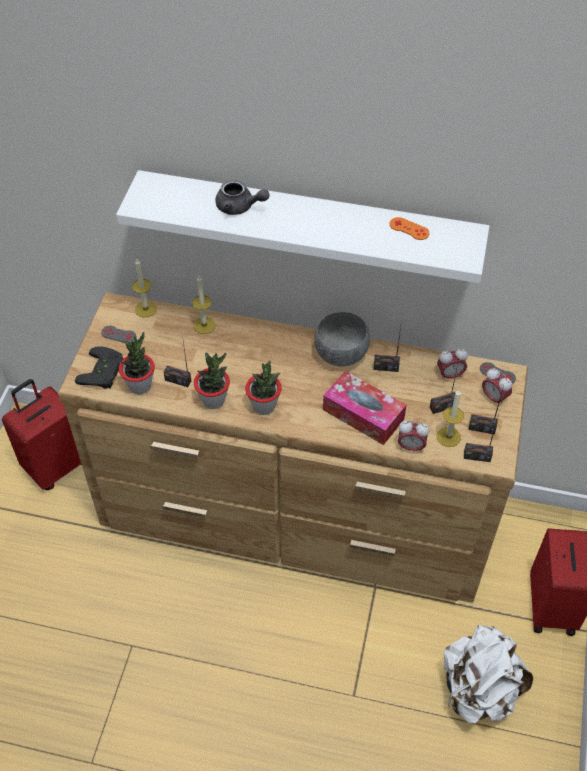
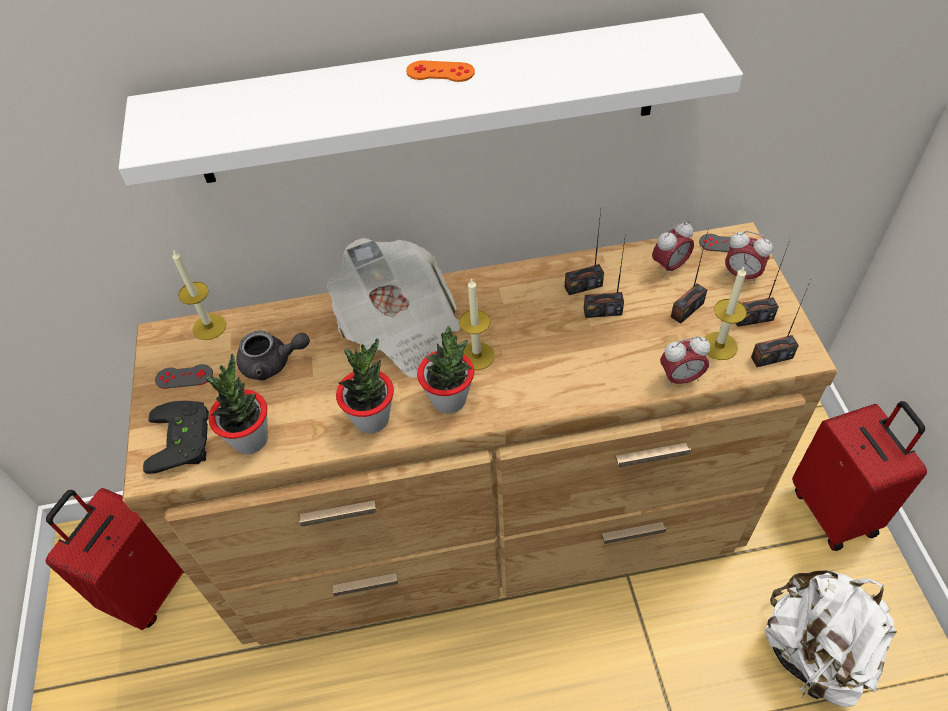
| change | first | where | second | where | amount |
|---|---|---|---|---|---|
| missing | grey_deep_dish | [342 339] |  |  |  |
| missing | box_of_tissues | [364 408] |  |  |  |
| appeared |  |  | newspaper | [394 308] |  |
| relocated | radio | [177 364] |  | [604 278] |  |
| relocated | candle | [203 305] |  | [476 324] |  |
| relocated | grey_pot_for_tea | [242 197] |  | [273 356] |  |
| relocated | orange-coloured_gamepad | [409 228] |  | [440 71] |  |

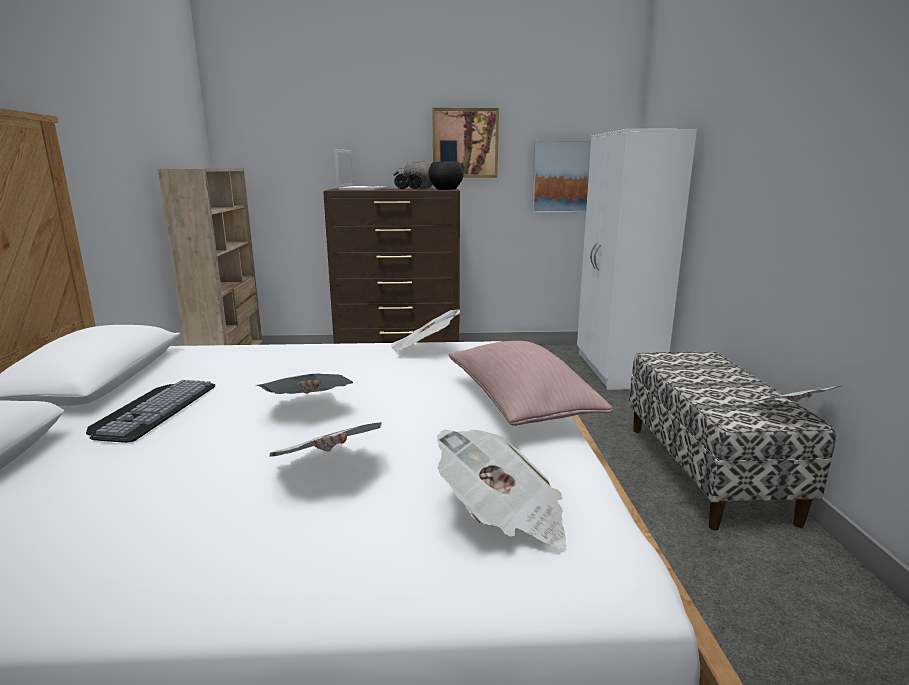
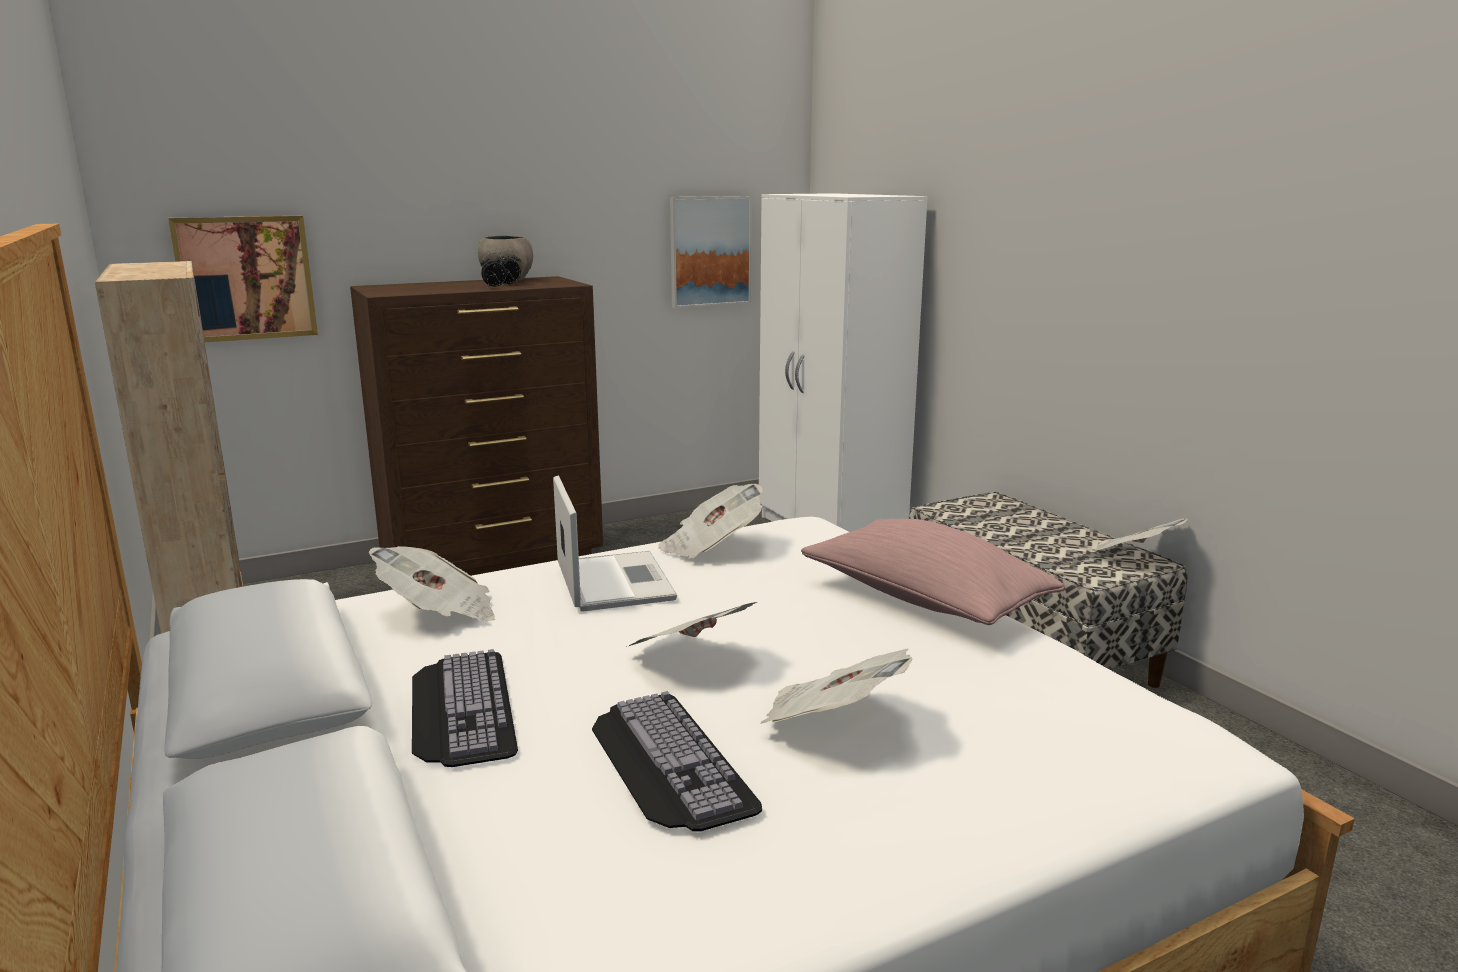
| change | first | where | second | where | amount |
|---|---|---|---|---|---|
| missing | blackish_deep_dish | [446 175] |  |  |  |
| appeared |  |  | keyboard | [677 761] |  |
| relocated | laptop | [360 169] |  | [615 544] |  |
| relocated | wall_art | [465 143] |  | [243 279] |  |
| relocated | newspaper | [501 489] |  | [432 583] |  |

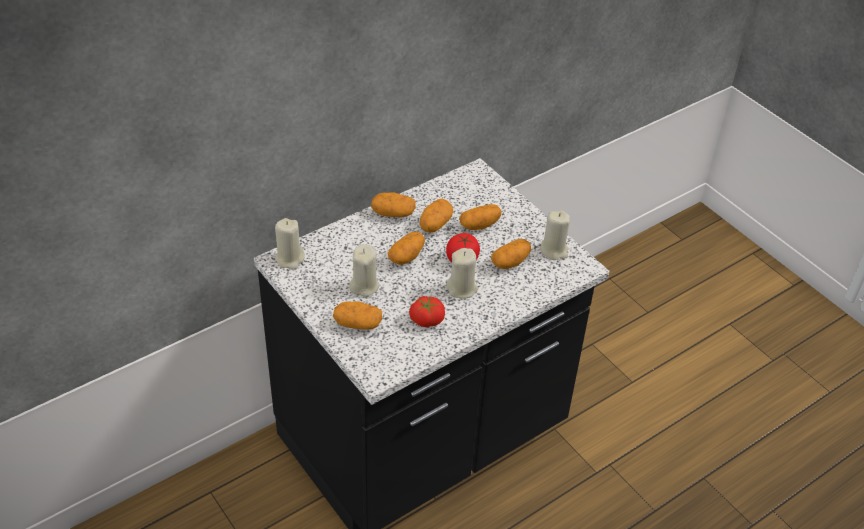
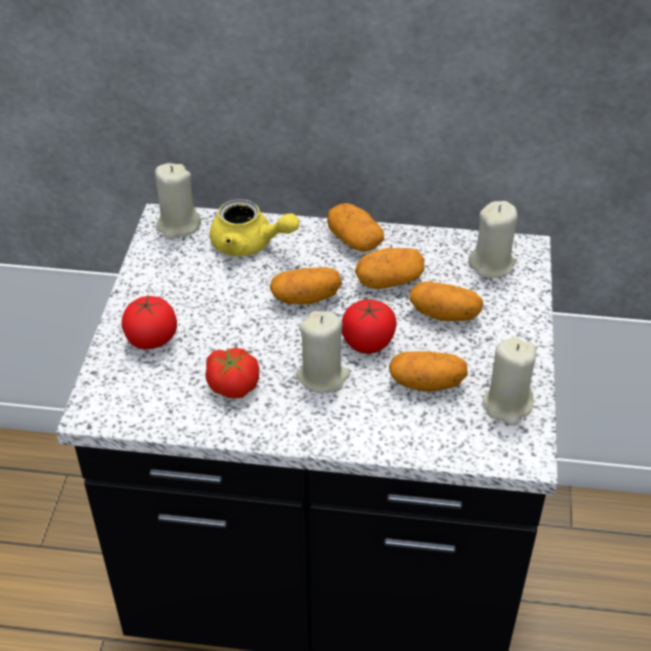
| change | first | where | second | where | amount |
|---|---|---|---|---|---|
| appeared |  |  | yellowish_pot_for_tea | [254 227] |  |
| relocated | beige-coloured_candle | [364 270] |  | [493 239] |  |
| exchanged | spud | [357 315] | whole_tomato | [149 322] |  |

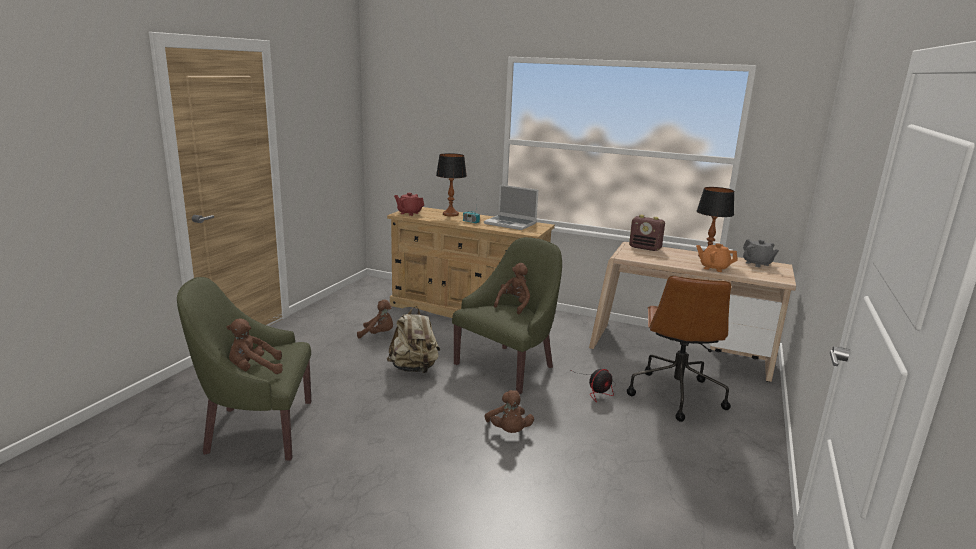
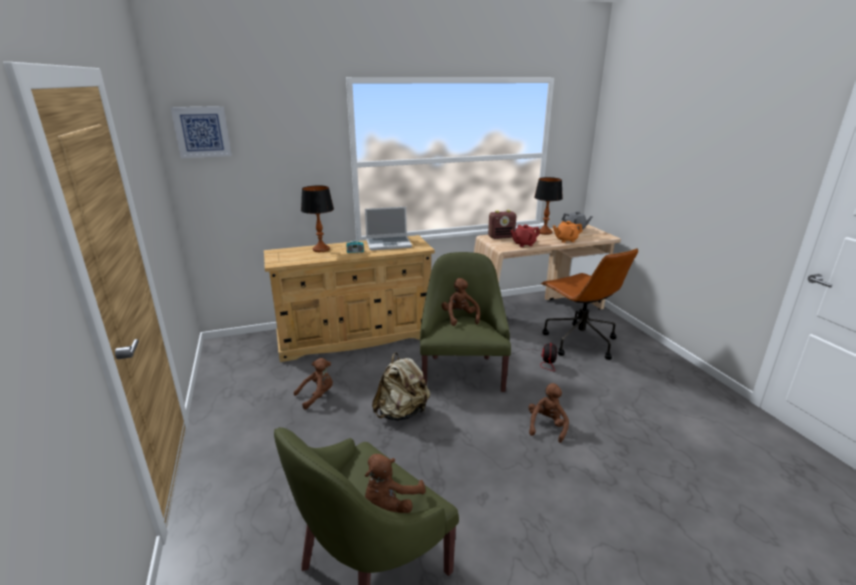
| change | first | where | second | where | amount |
|---|---|---|---|---|---|
| appeared |  |  | wall_art | [201 132] |  |
| relocated | reddish_pot_for_tea | [409 204] |  | [525 236] |  |
| spun | brownish_plush_toy | [509 411] |  | [548 413] | 105 degrees counterclockwise |

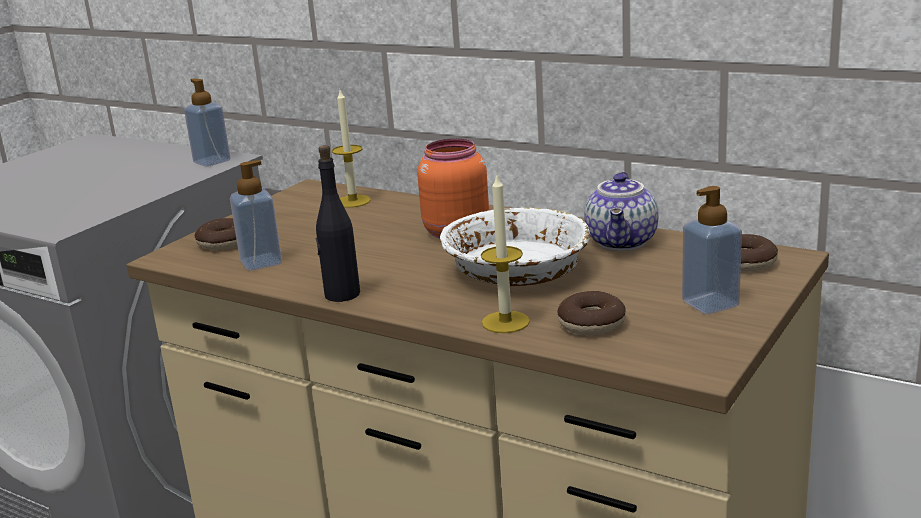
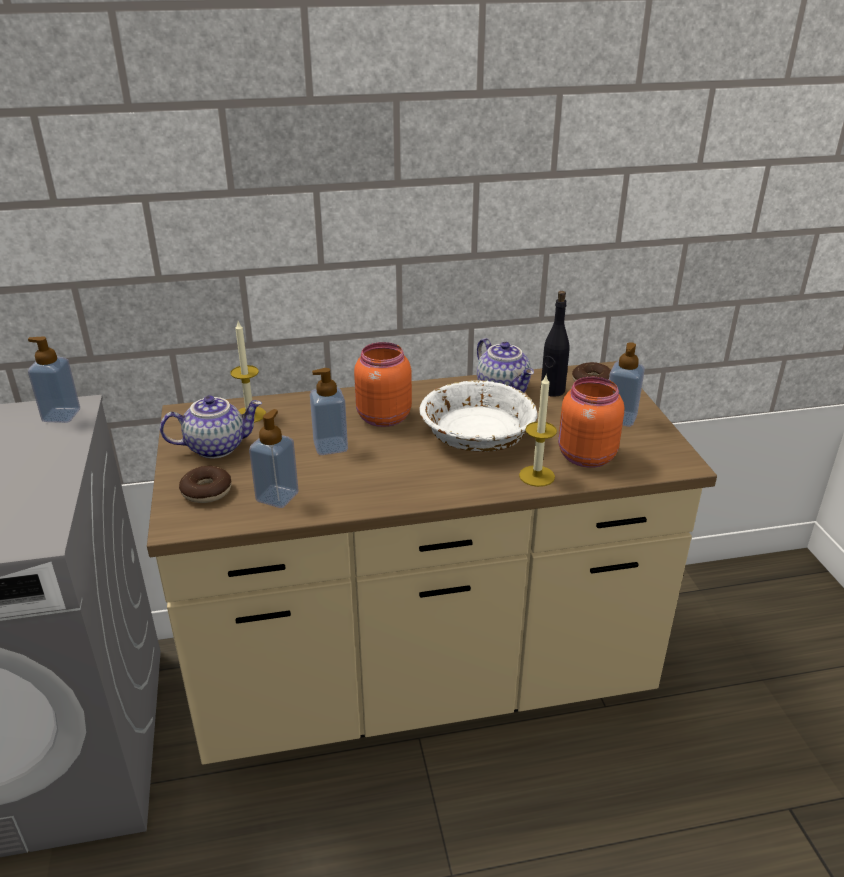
| change | first | where | second | where | amount |
|---|---|---|---|---|---|
| appeared |  |  | pot_for_tea | [211 427] |  |
| appeared |  |  | soap_bottle | [329 411] |  |
| relocated | blackish_bottle | [337 223] |  | [555 344] |  |
| exchanged | ring_doughnut | [591 313] | orange-coloured_jar | [591 422] |  |

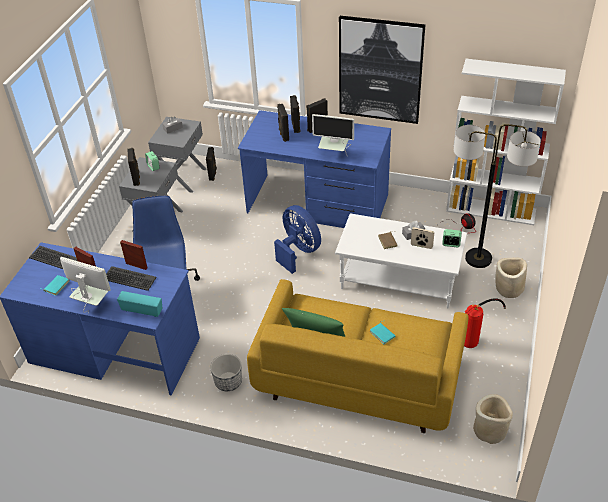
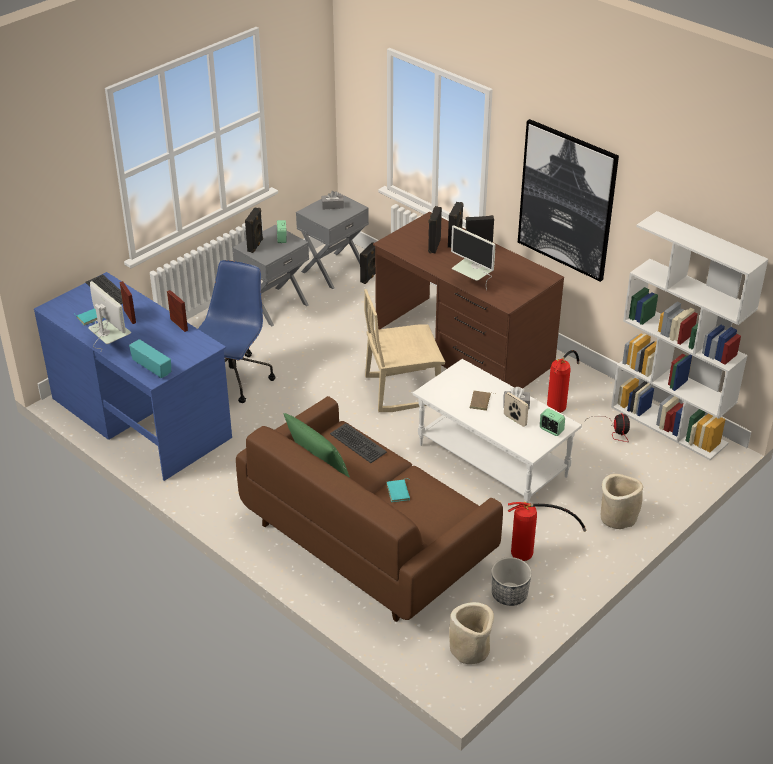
| change | first | where | second | where | amount |
|---|---|---|---|---|---|
| missing | standard_lamp | [497 196] |  |  |  |
| appeared |  |  | extinguisher | [563 381] |  |
| relocated | keyboard | [131 278] |  | [358 443] |  |
| relocated | plant_pot | [226 372] |  | [511 581] |  |
| exchanged | bluish_electric_fan | [297 239] | beige-coloured_plain_chair | [404 350] |  |
| colour | bluish_desk_table | [314 169] | brownish_desk_table | [468 300] |  |
| colour | yellowish_settee | [358 356] | brownish_settee | [369 509] |  |

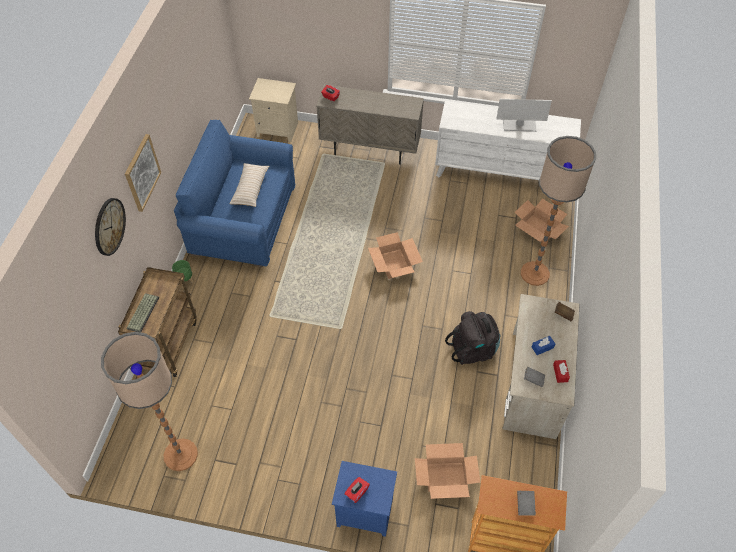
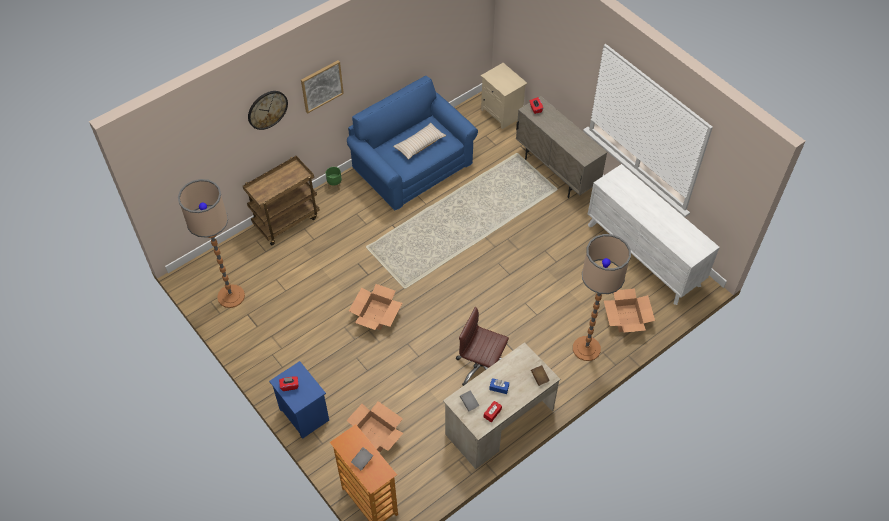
| change | first | where | second | where | amount |
|---|---|---|---|---|---|
| missing | keyboard | [142 313] |  |  |  |
| missing | monitor | [524 115] |  |  |  |
| relocated | packing_box | [395 255] |  | [375 307] |  |
| exchanged | blackish_rucksack | [472 338] | brownish_computer_chair | [482 346] |  |

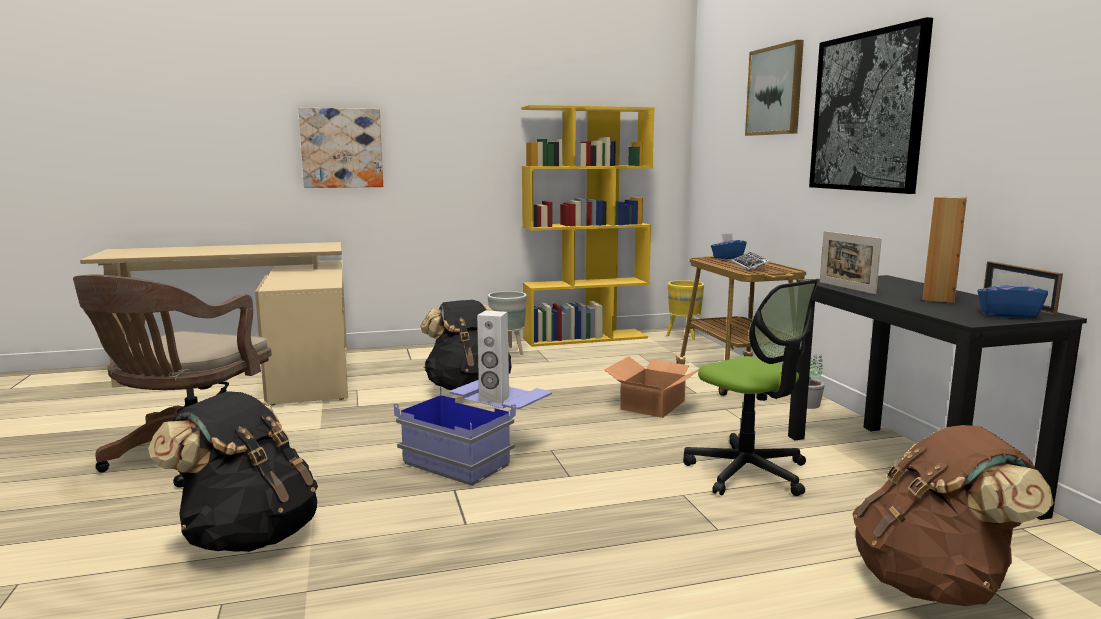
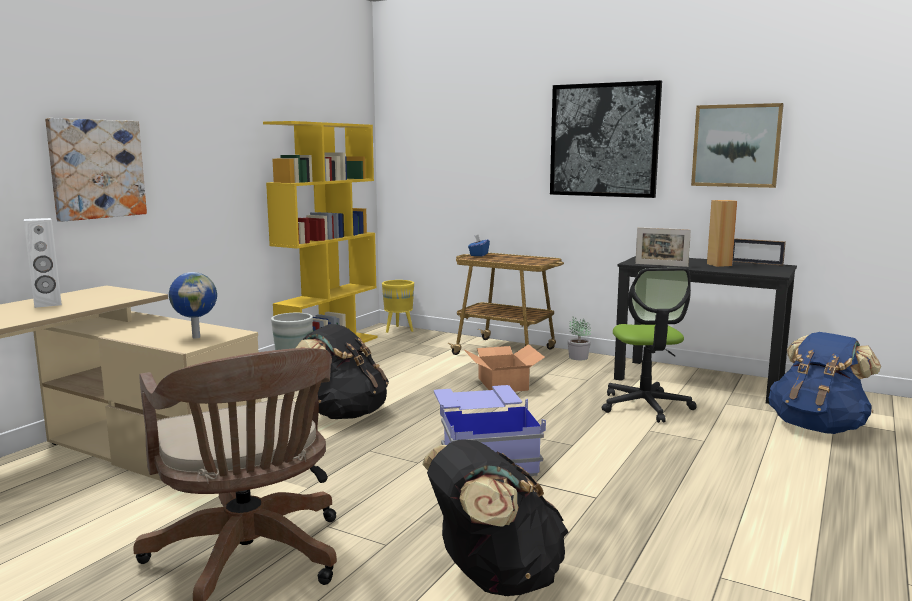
| change | first | where | second | where | amount |
|---|---|---|---|---|---|
| missing | keyboard | [751 261] |  |  |  |
| missing | bluish_box_of_tissues | [1012 295] |  |  |  |
| appeared |  |  | globe | [193 305] |  |
| relocated | white_audio_speaker | [493 357] |  | [43 263] |  |
| relocated | wall_art | [774 88] |  | [737 145] |  |
| colour | brownish_rucksack | [953 515] | bluish_rucksack | [825 383] |  |
| spun | computer_chair | [750 387] |  | [649 345] | 75 degrees clockwise |

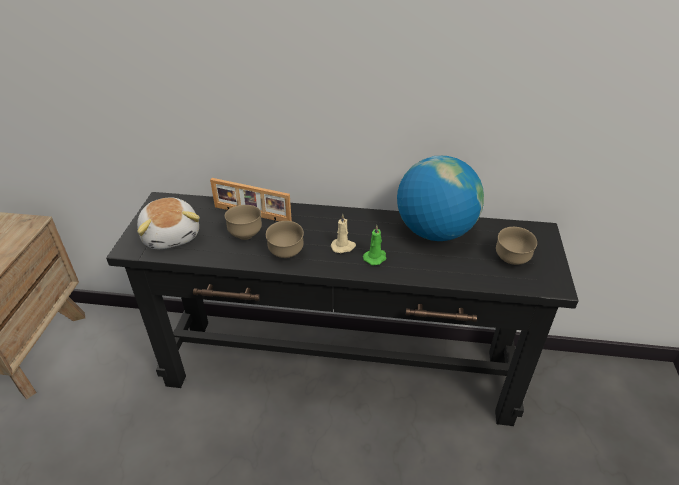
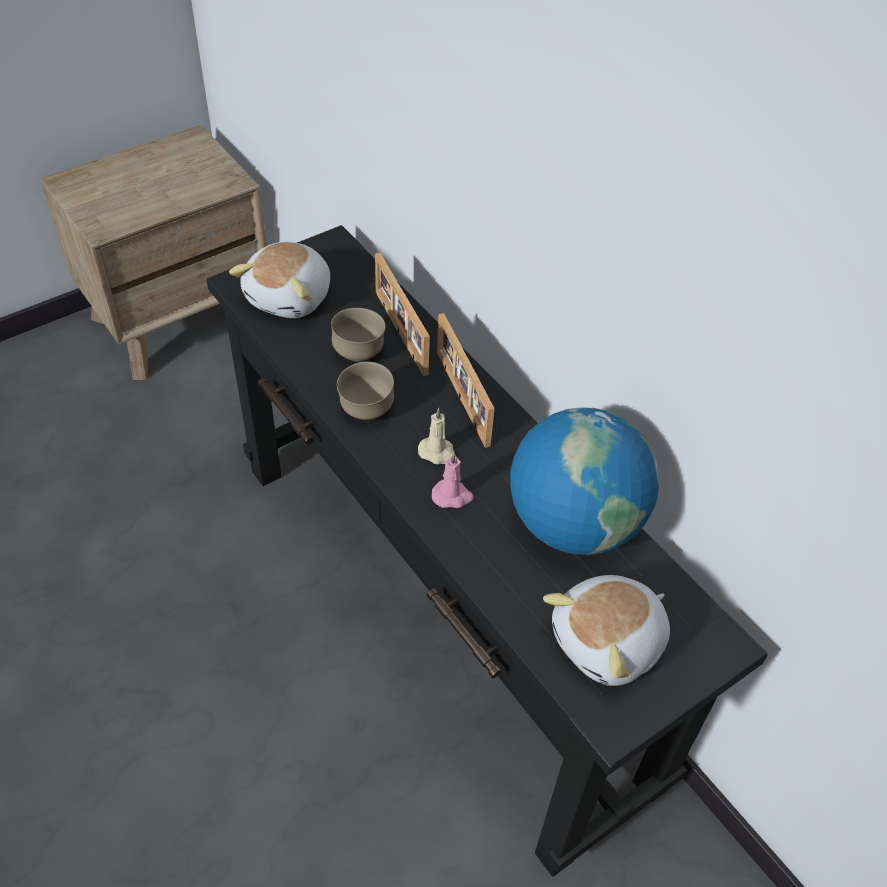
| change | first | where | second | where | amount |
|---|---|---|---|---|---|
| appeared |  |  | photo_frame | [466 380] |  |
| exchanged | brownish_deep_dish | [516 246] | plush_toy | [606 630] |  |
| colour | greenish_candle | [375 245] | pinkish_candle | [453 480] |  |

